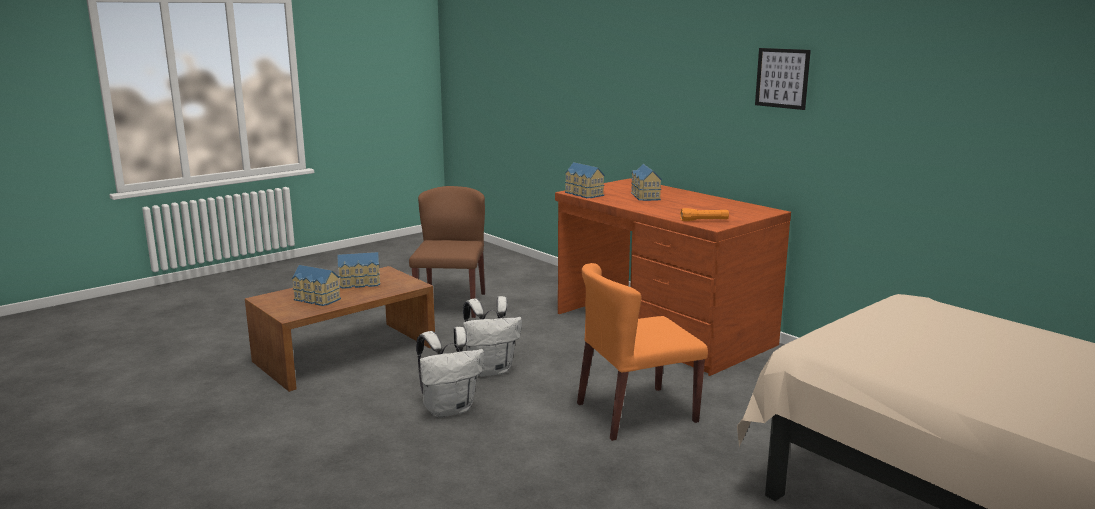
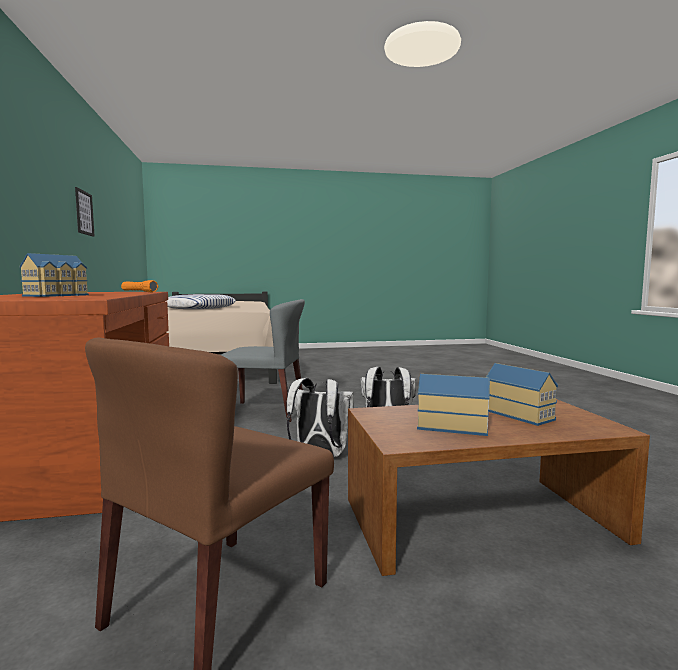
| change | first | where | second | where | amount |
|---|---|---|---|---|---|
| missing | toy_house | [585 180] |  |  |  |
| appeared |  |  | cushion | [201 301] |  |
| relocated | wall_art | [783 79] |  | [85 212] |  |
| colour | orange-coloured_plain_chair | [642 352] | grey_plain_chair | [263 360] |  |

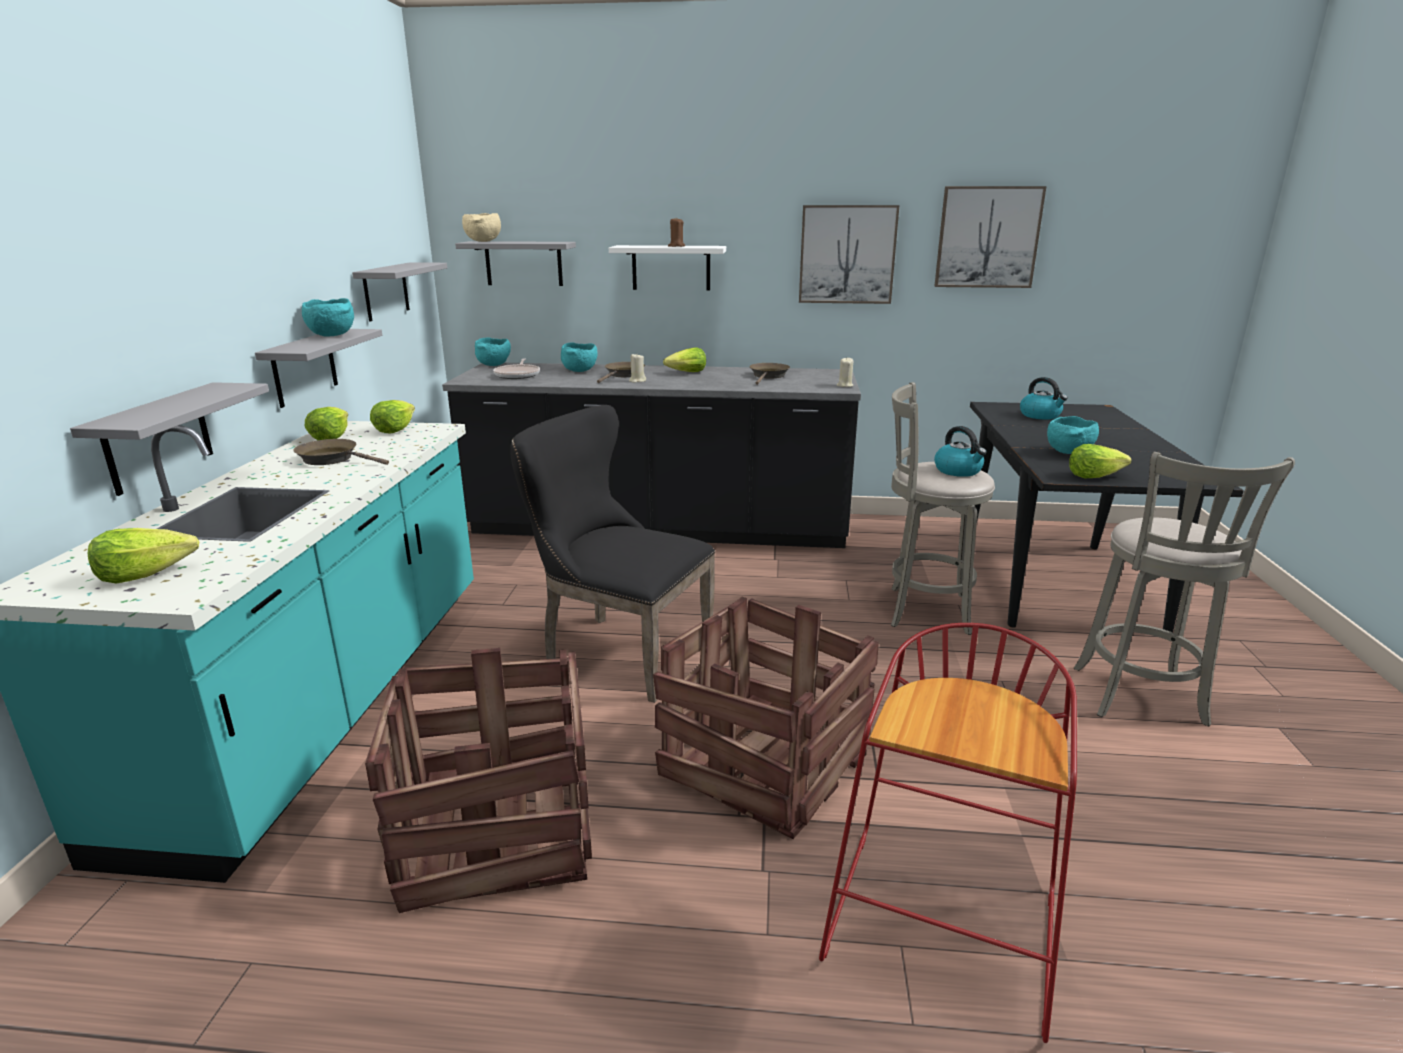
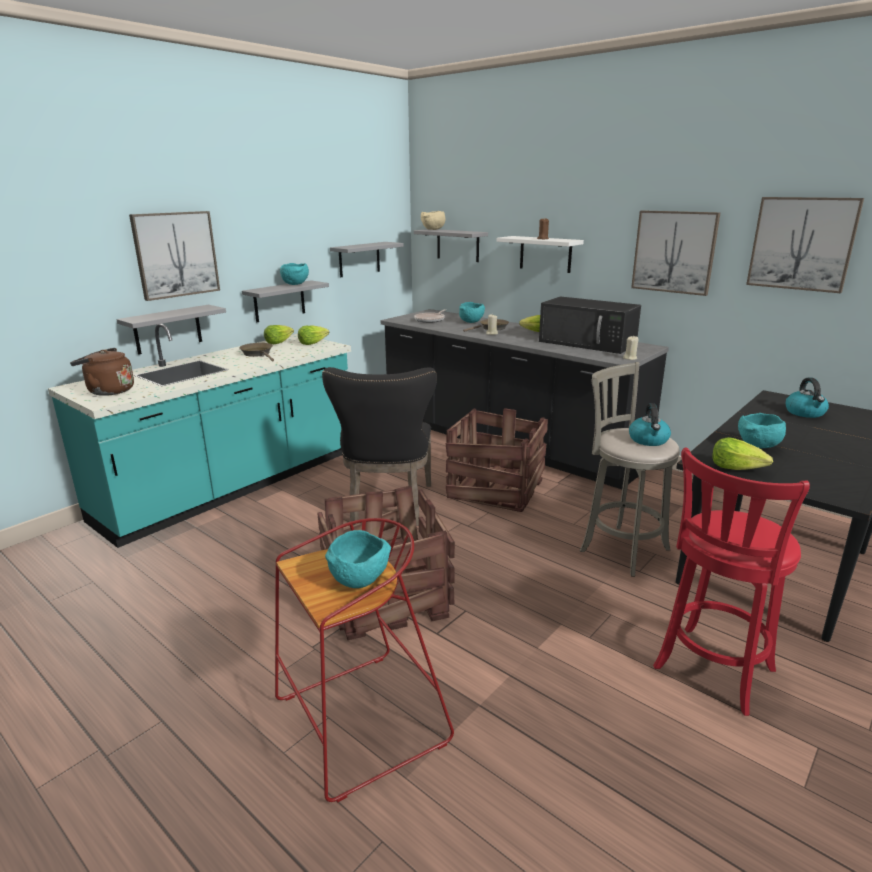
| change | first | where | second | where | amount |
|---|---|---|---|---|---|
| appeared |  |  | wall_art | [174 256] |  |
| relocated | crate | [478 780] |  | [497 460] |  |
| relocated | turquoise_deep_dish | [493 351] |  | [358 559] |  |
| exchanged | head_of_lettuce | [143 555] | brownish_water_kettle | [102 372] |  |
| exchanged | brownish_pan | [769 374] | blackish_microwave_oven | [590 325] |  |
| colour | grey_sitting_stool | [1184 589] | reddish_sitting_stool | [731 582] |  |
| spun | blackish_plain_chair | [612 554] |  | [379 446] | 150 degrees counterclockwise |

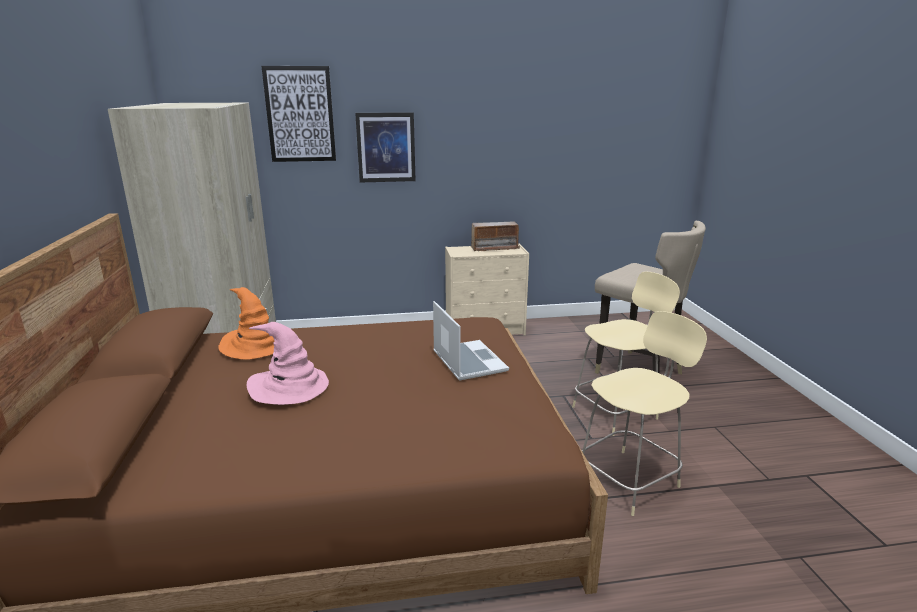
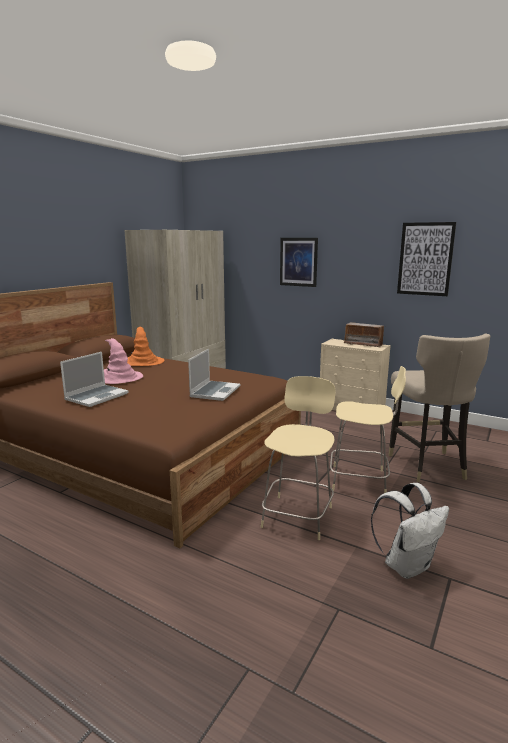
| change | first | where | second | where | amount |
|---|---|---|---|---|---|
| appeared |  |  | laptop | [94 379] |  |
| appeared |  |  | white_rucksack | [410 531] |  |
| relocated | wall_art | [298 114] |  | [426 259] |  |
| spun | beige-coloured_plain_chair | [644 413] |  | [298 458] | 75 degrees counterclockwise |

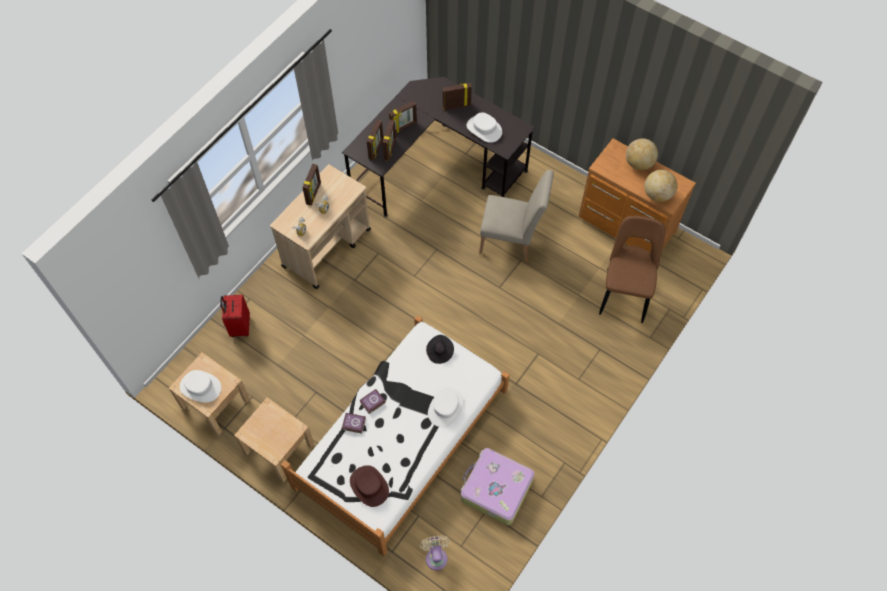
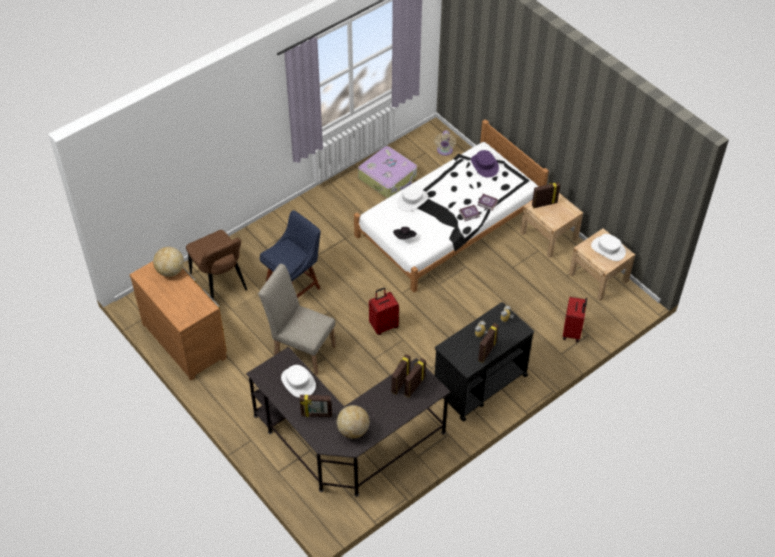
| change | first | where | second | where | amount |
|---|---|---|---|---|---|
| appeared |  |  | bluish_plain_chair | [290 254] |  |
| appeared |  |  | reddish_suitcase | [384 311] |  |
| relocated | photo_frame | [403 117] |  | [546 195] |  |
| relocated | globe | [642 154] |  | [353 421] |  |
| colour | beige-coloured_trolley | [320 226] | blackish_trolley | [484 361] |  |
| colour | brownish_clothing_hat | [369 486] | purplish_clothing_hat | [485 163] |  |
| spun | brownish_plain_chair | [632 269] |  | [216 265] | 60 degrees counterclockwise |

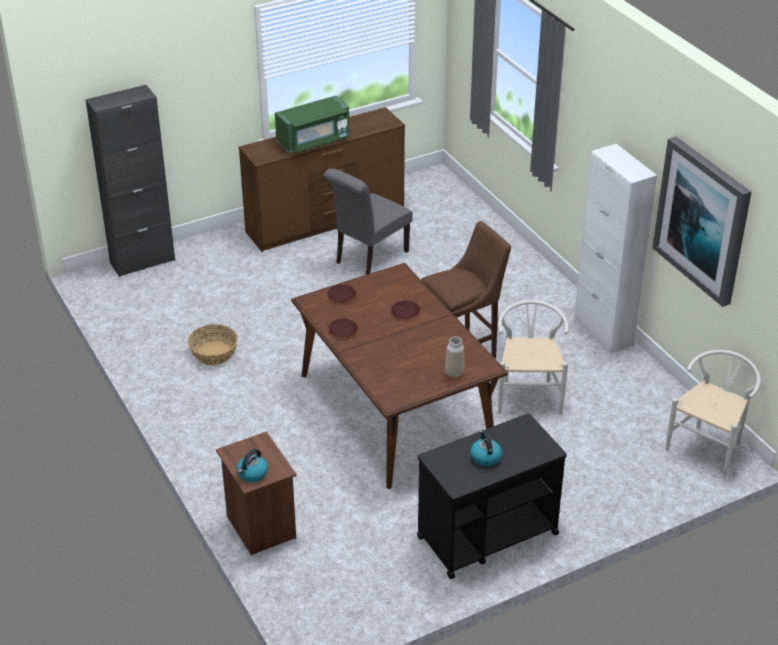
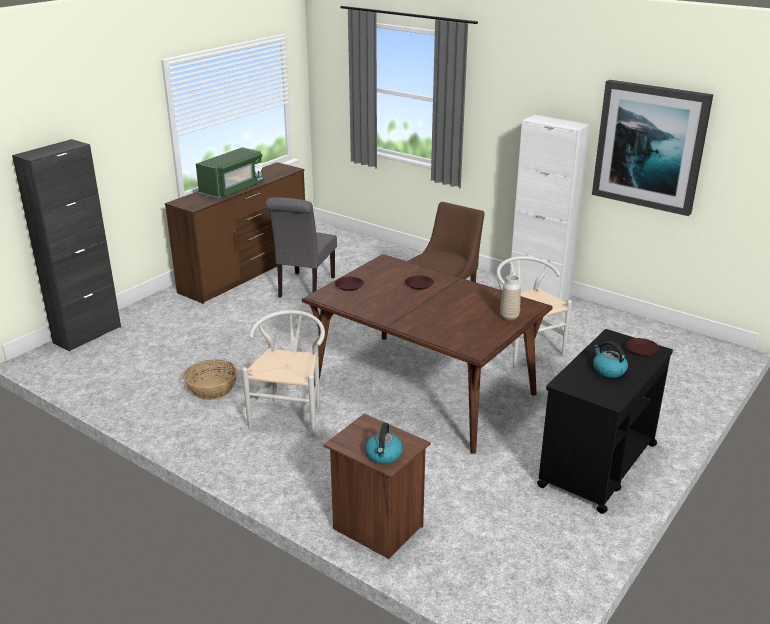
| change | first | where | second | where | amount |
|---|---|---|---|---|---|
| relocated | brownish_dinner_plate | [343 328] |  | [642 347] |  |
| relocated | white_plain_chair | [713 413] |  | [283 373] |  |

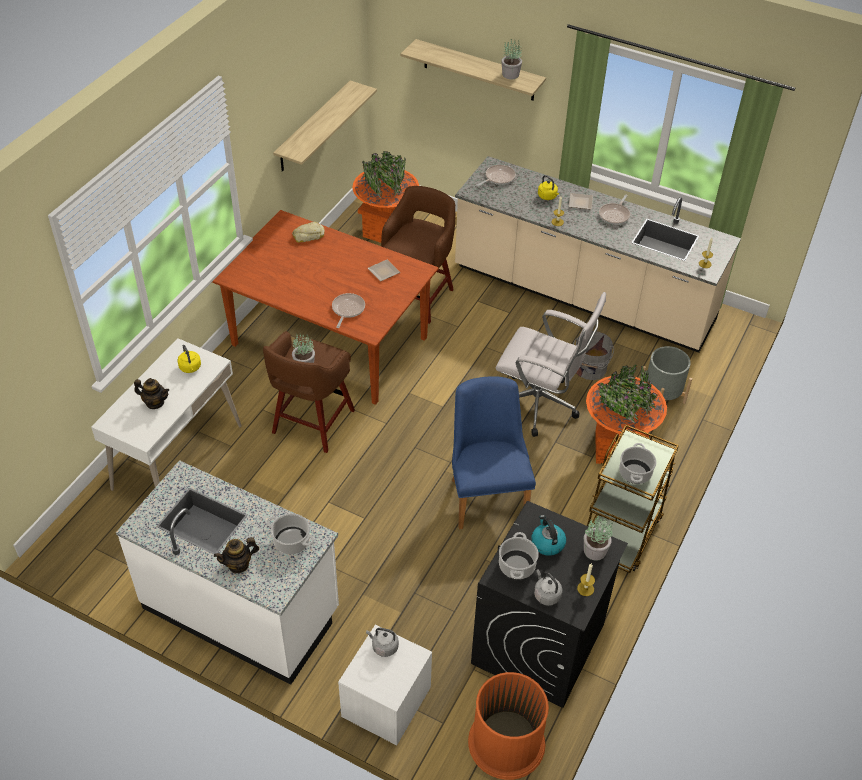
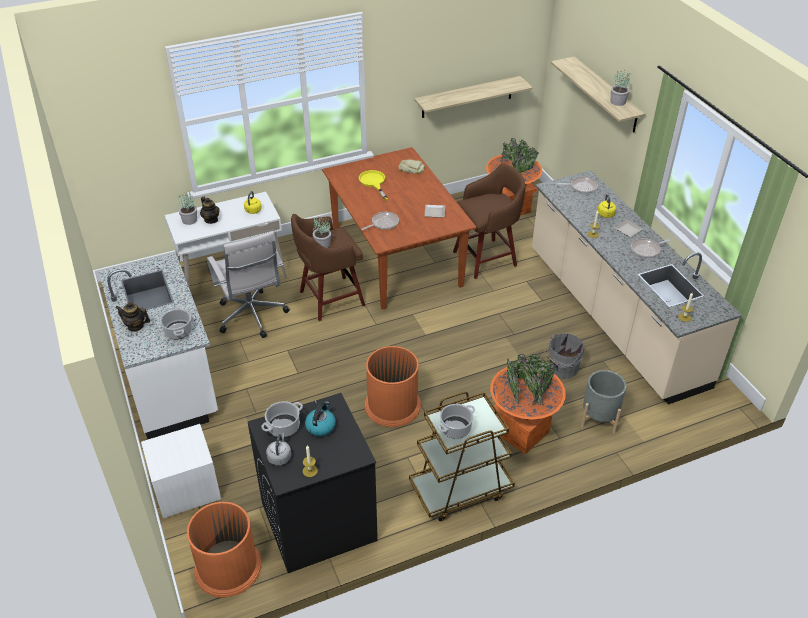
| change | first | where | second | where | amount |
|---|---|---|---|---|---|
| missing | grey_water_kettle | [382 642] |  |  |  |
| appeared |  |  | yellowish_pan | [373 185] |  |
| relocated | white_computer_chair | [551 364] |  | [248 284] |  |
| relocated | plant_in_a_pot | [598 538] |  | [187 209] |  |
| exchanged | bluish_plain_chair | [494 452] | orange-coloured_waste_bin | [392 386] |  |

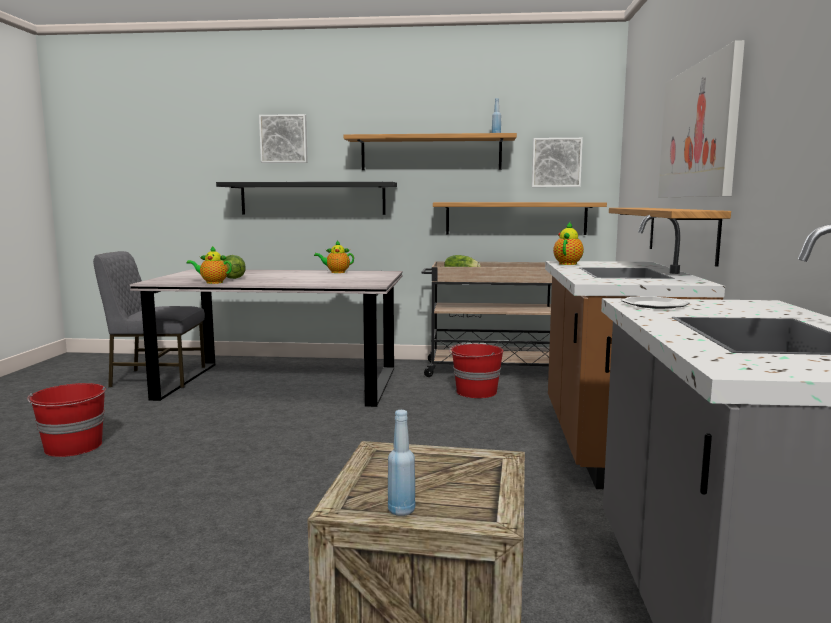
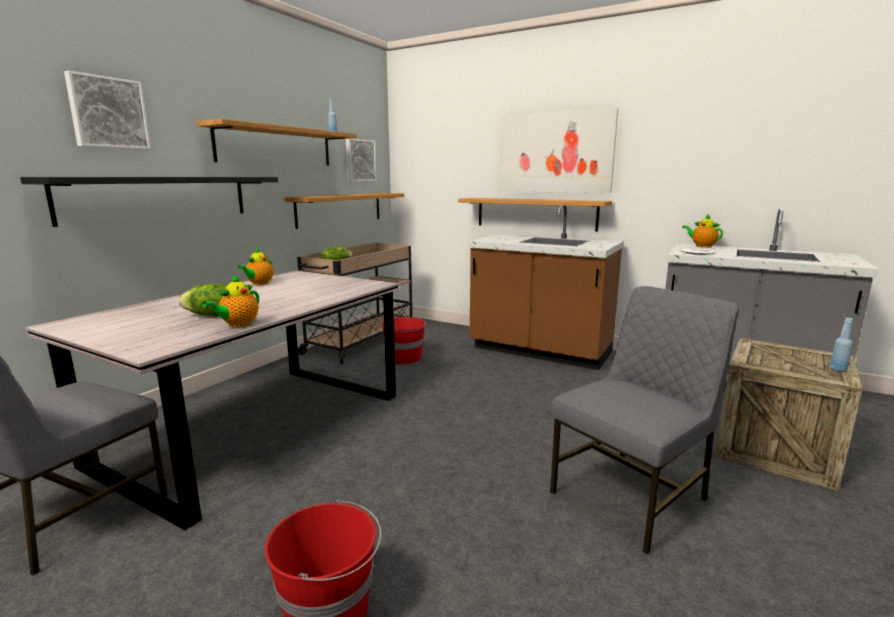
| change | first | where | second | where | amount |
|---|---|---|---|---|---|
| appeared |  |  | grey_plain_chair | [644 420] |  |
| relocated | pot_for_tea | [568 243] |  | [702 231] |  |

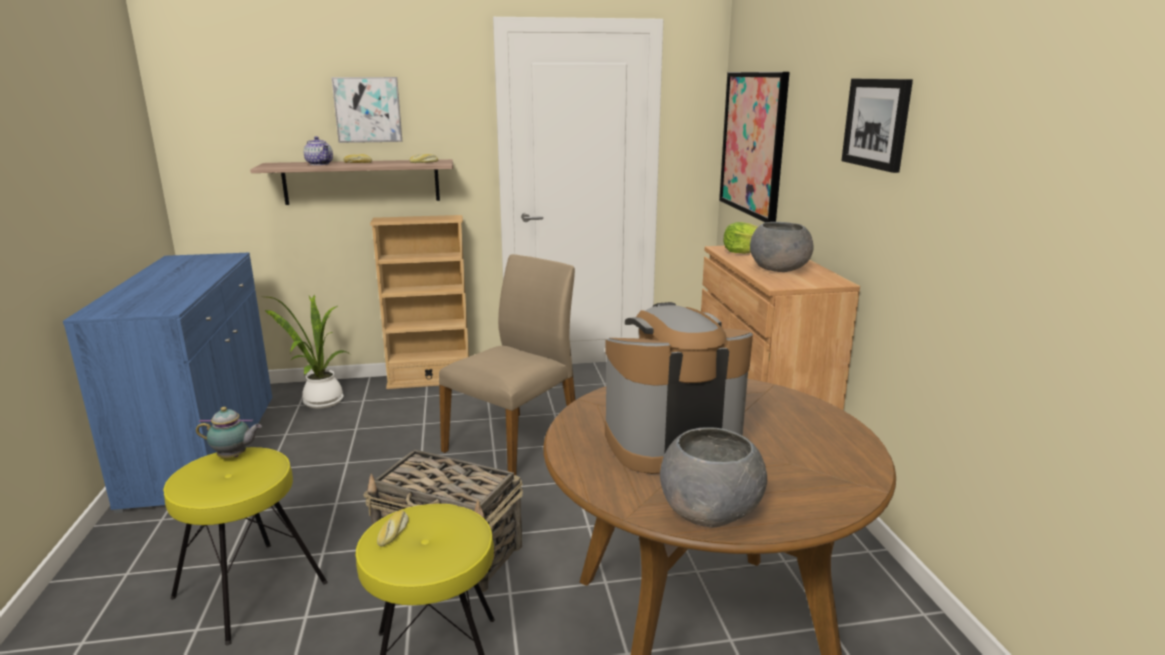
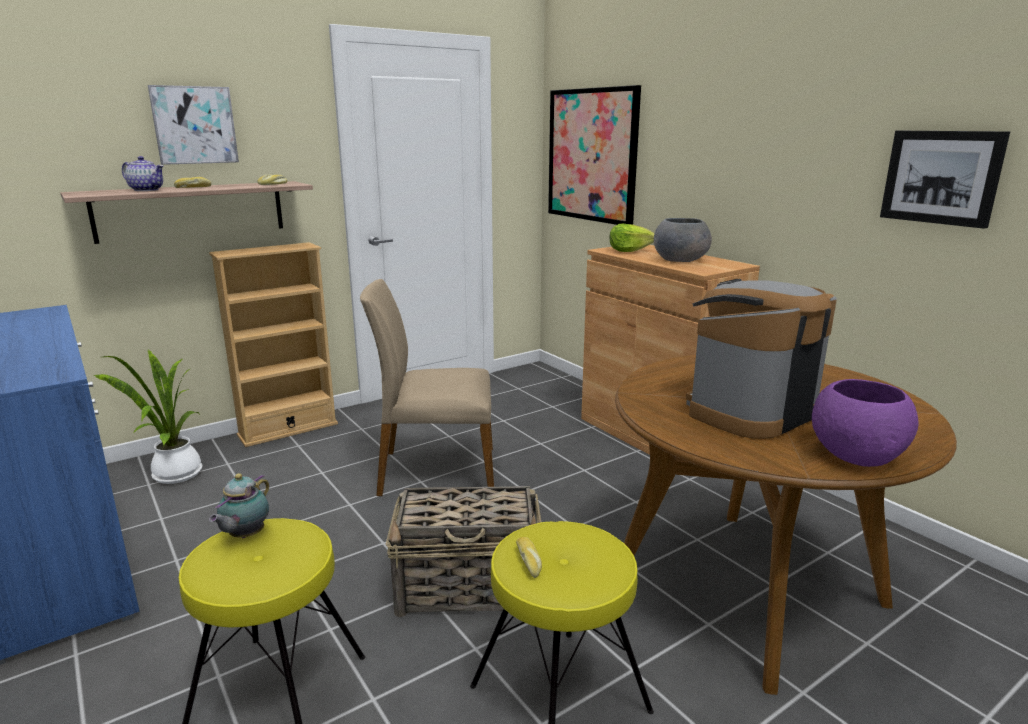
| change | first | where | second | where | amount |
|---|---|---|---|---|---|
| relocated | wall_art | [877 126] |  | [945 180] |  |
| colour | grey_deep_dish | [713 477] | purplish_deep_dish | [865 423] |  |
| spun | pot_for_tea | [229 432] |  | [239 505] | 135 degrees clockwise |
| spun | beige-coloured_plain_chair | [507 364] |  | [427 387] | 105 degrees counterclockwise |

